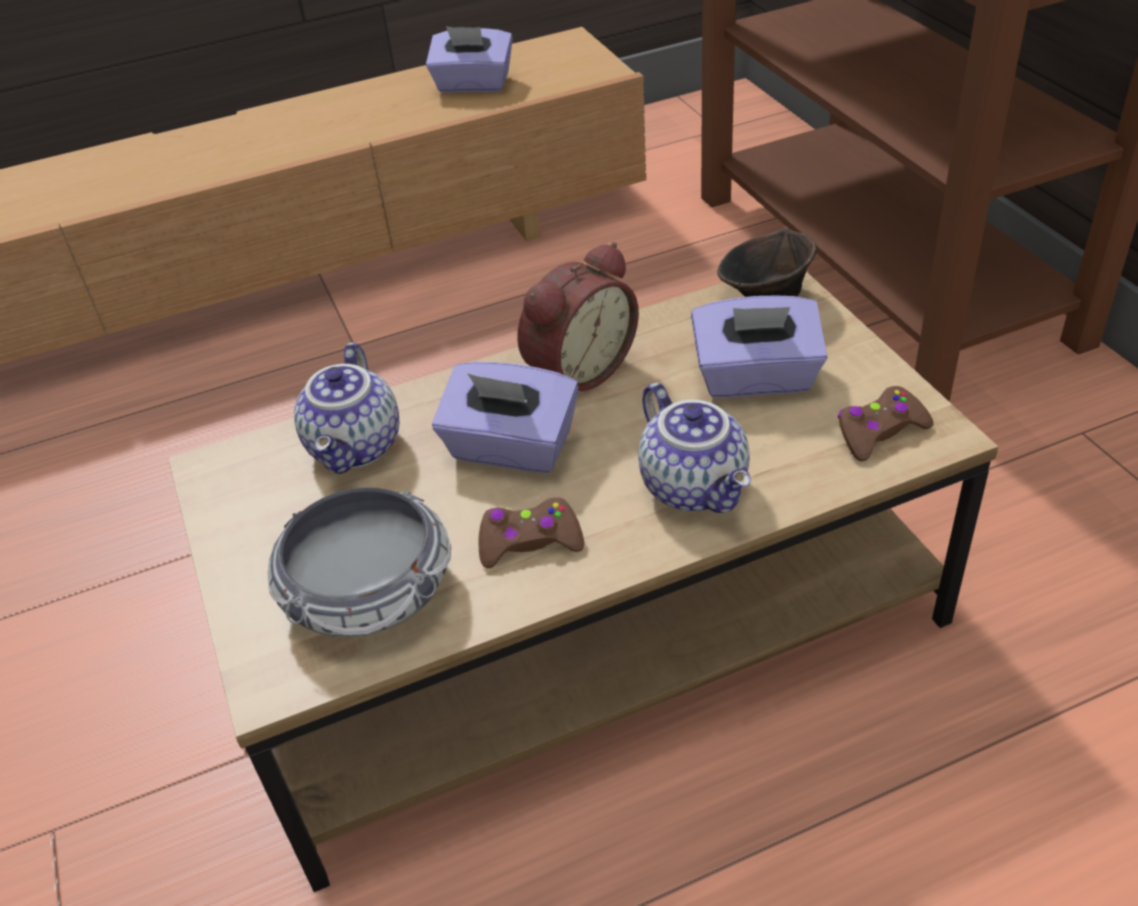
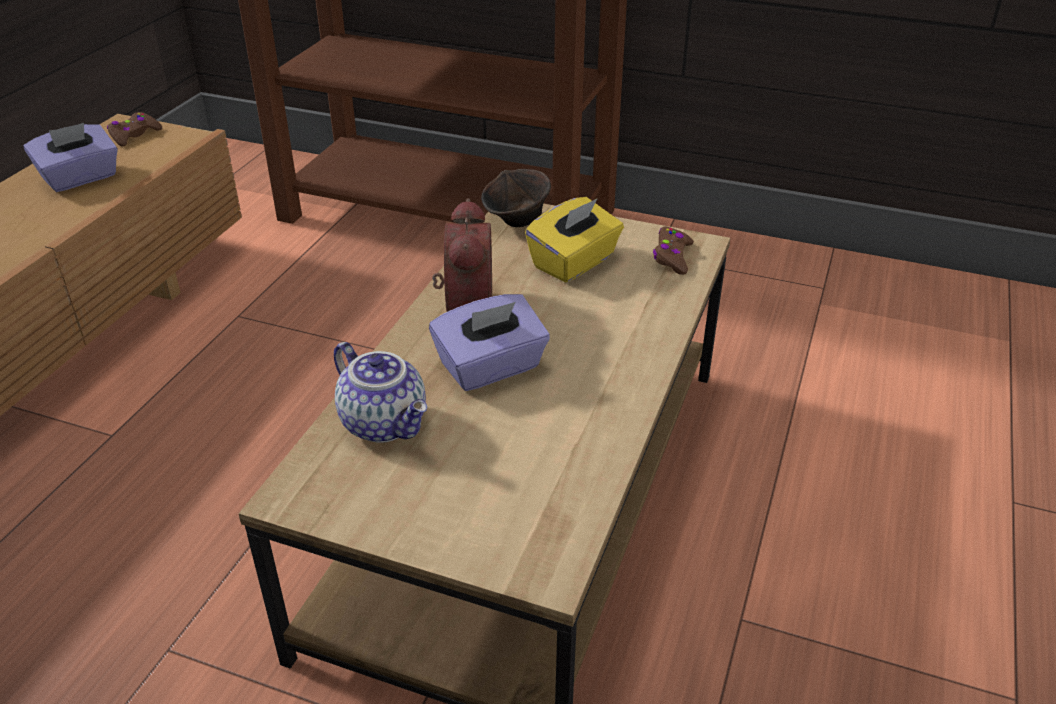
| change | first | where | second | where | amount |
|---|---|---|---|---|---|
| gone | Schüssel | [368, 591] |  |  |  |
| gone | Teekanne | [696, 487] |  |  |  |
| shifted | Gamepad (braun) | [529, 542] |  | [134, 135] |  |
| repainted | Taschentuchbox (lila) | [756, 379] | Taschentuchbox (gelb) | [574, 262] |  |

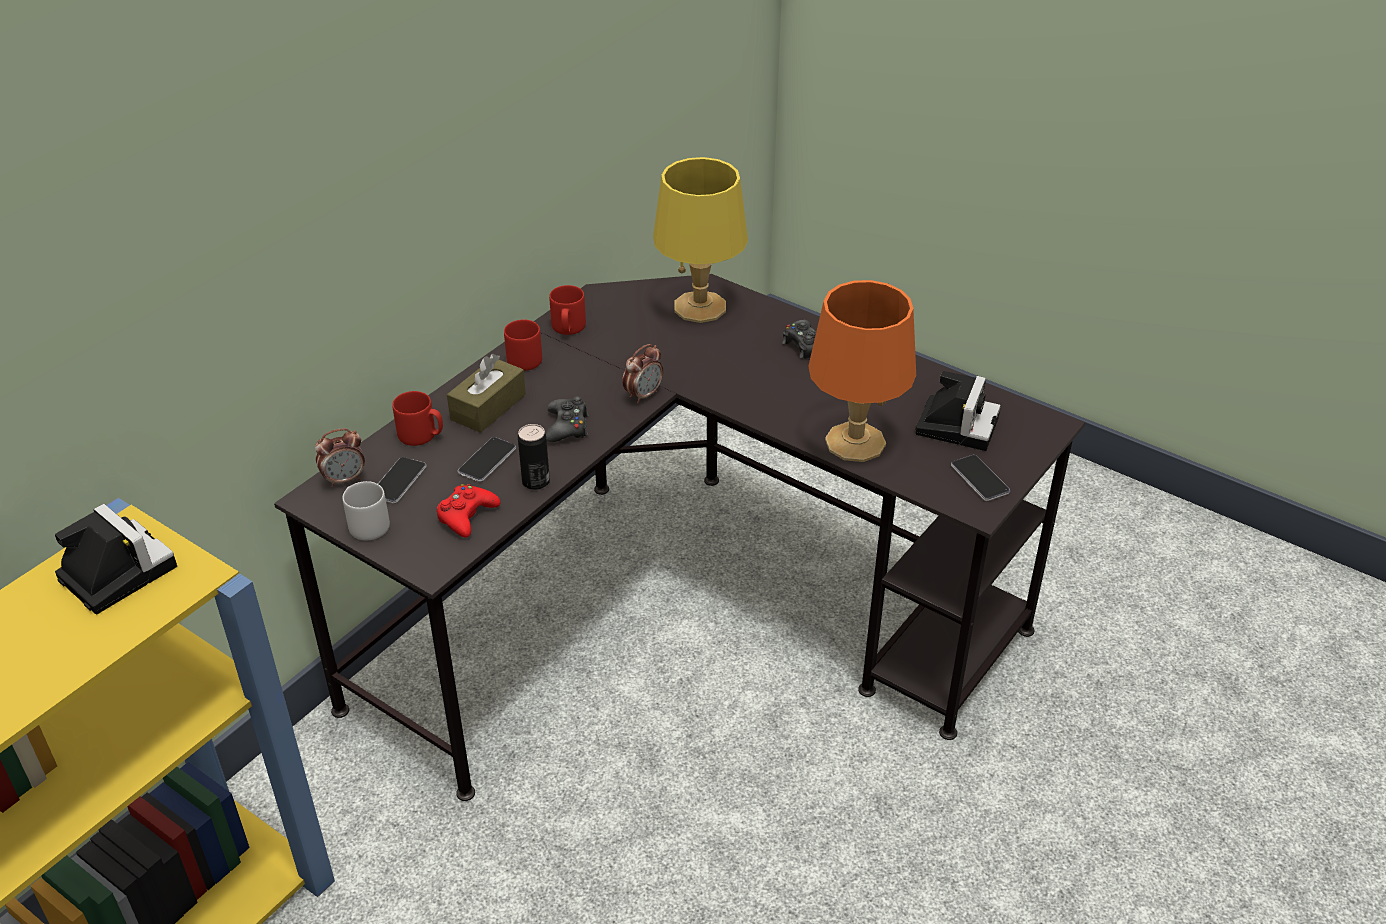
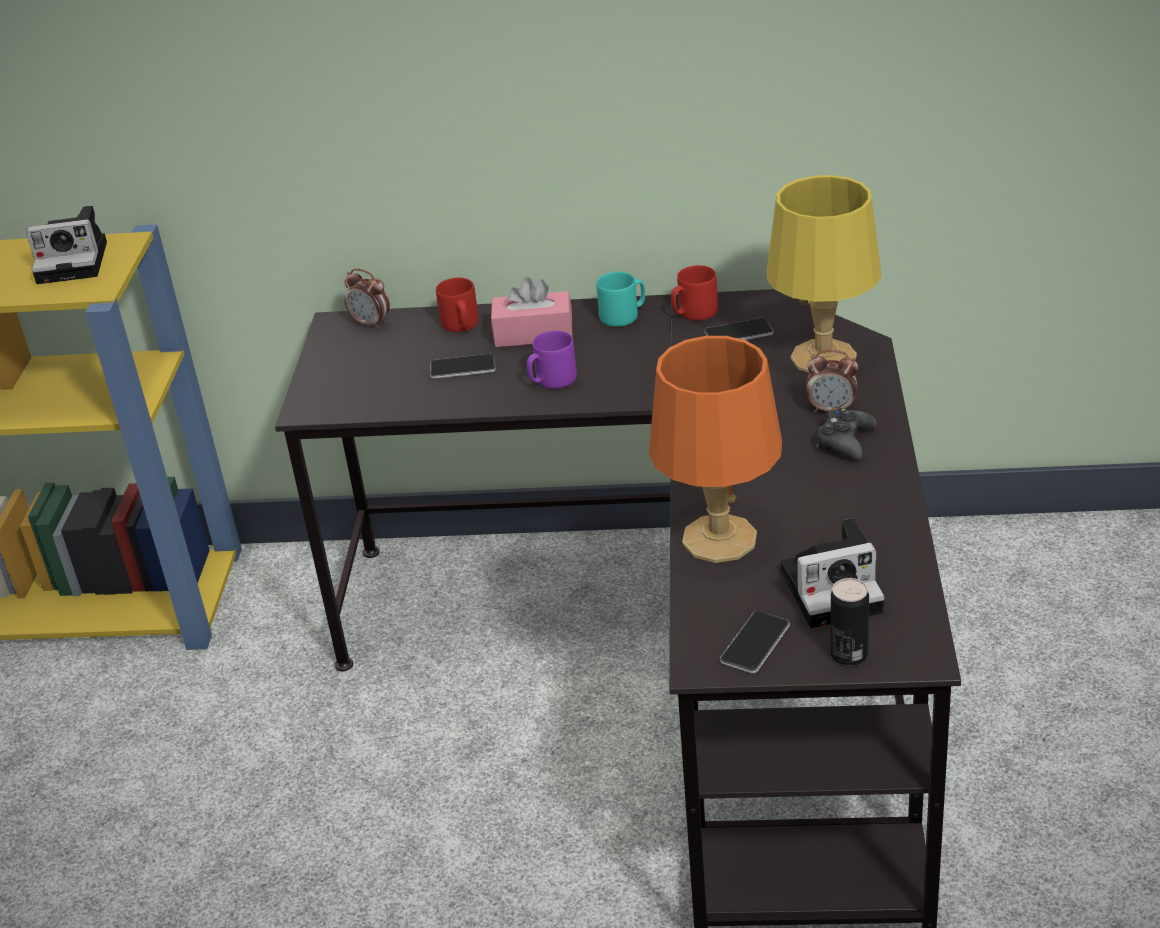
| change | first | where | second | where | amount |
|---|---|---|---|---|---|
| gone | Henkelbecher (grau) | [366, 524] |  |  |  |
| gone | Gamepad (rot) | [466, 516] |  |  |  |
| shifted | Handy | [398, 481] |  | [738, 333] |  |
| shifted | Dose | [536, 482] |  | [849, 654] |  |
| shifted | Wecker | [643, 395] |  | [831, 409] |  |
| swapped | Gamepad (schwarz) | [567, 427] | Henkelbecher (lila) | [552, 380] |  |
| repainted | Taschentuchbox (braun) | [488, 407] | Taschentuchbox (rosa) | [533, 333] |  |
| repainted | Henkelbecher (rot) | [526, 358] | Henkelbecher (türkis) | [623, 316] |  |
| rotated | Kamera | [114, 572] |  | [76, 261] | 75 degrees clockwise |

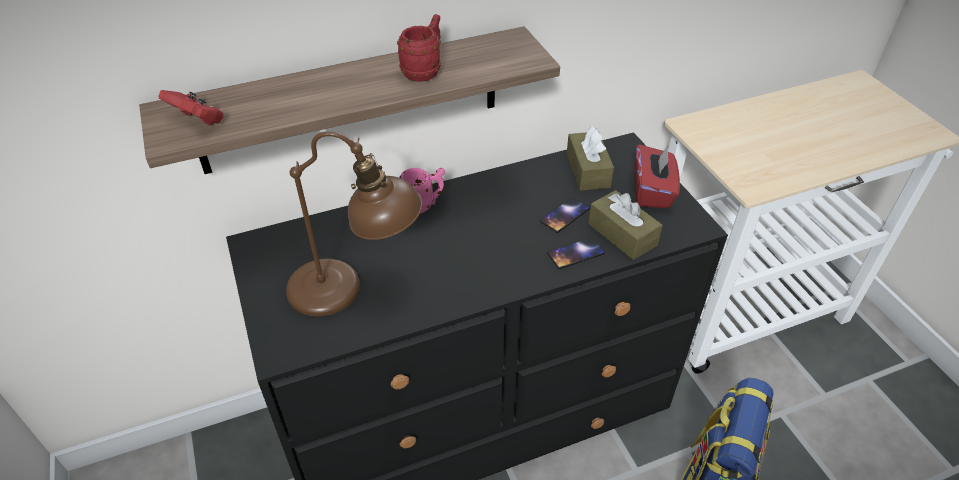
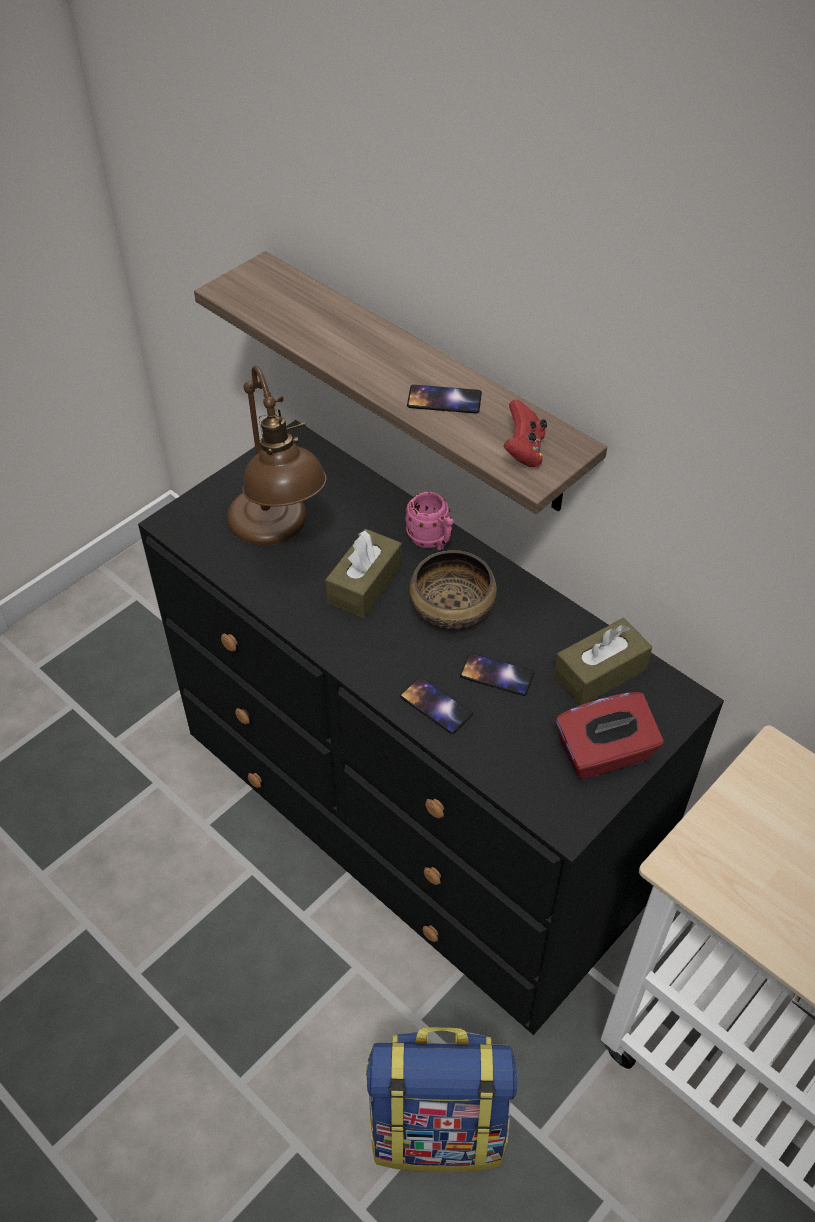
| change | first | where | second | where | amount |
|---|---|---|---|---|---|
| new |  |  | Schüssel | [453, 608] |  |
| shifted | Gamepad (rot) | [198, 121] |  | [524, 451] |  |
| shifted | Taschentuchbox (braun) | [622, 234] |  | [364, 584] |  |
| swapped | Henkelbecher (rot) | [425, 71] | Handy | [444, 400] |  |

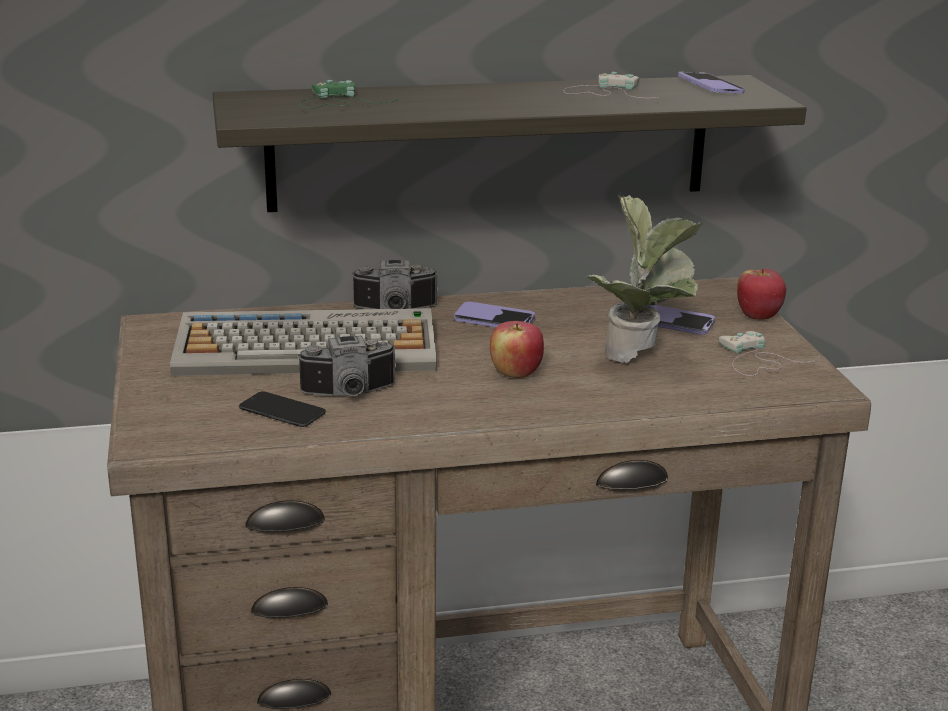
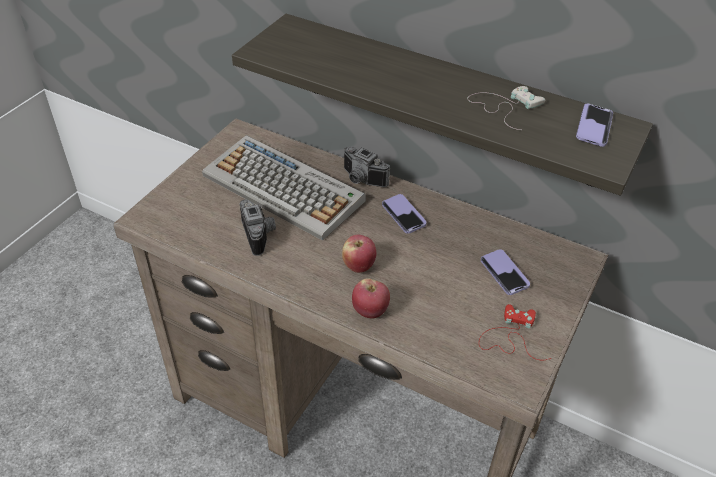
| change | first | where | second | where | amount |
|---|---|---|---|---|---|
| gone | Handy | [282, 411] |  |  |  |
| gone | Gamepad (grün) | [335, 103] |  |  |  |
| gone | Topfpflanze | [641, 359] |  |  |  |
| shifted | Apfel | [758, 316] |  | [370, 311] |  |
| repainted | Gamepad (weiß) | [756, 360] | Gamepad (rot) | [510, 336] |  |
| rotated | Kamera | [350, 394] |  | [261, 235] | 135 degrees counterclockwise |

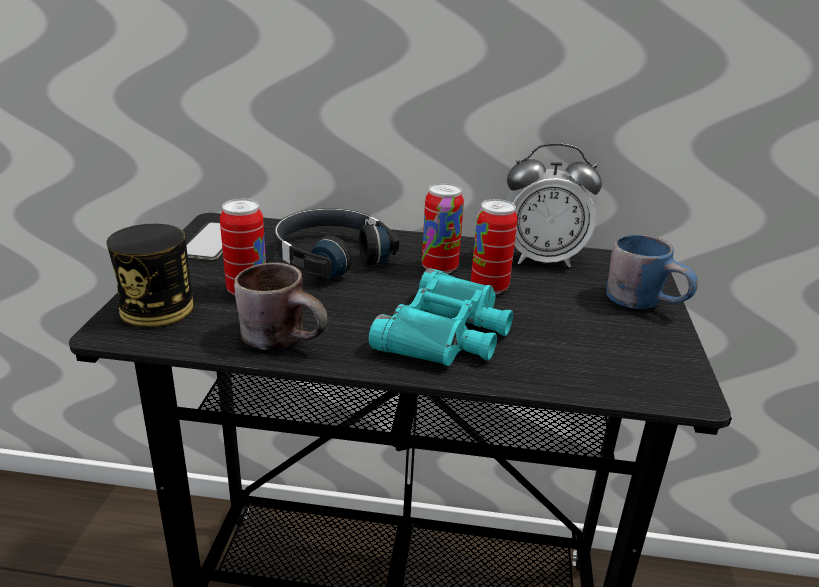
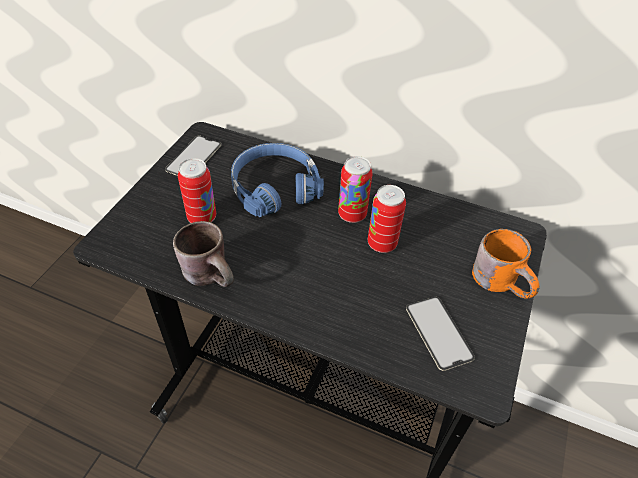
| change | first | where | second | where | amount |
|---|---|---|---|---|---|
| gone | Dose | [157, 309] |  |  |  |
| gone | Fernglas (türkis) | [446, 332] |  |  |  |
| gone | Wecker | [542, 259] |  |  |  |
| new |  |  | Handy | [438, 332] |  |
| repainted | Kopfhörer (schwarz) | [330, 255] | Kopfhörer (blau) | [274, 187] |  |
| repainted | Henkelbecher (blau) | [645, 301] | Henkelbecher (orange) | [502, 281] |  |

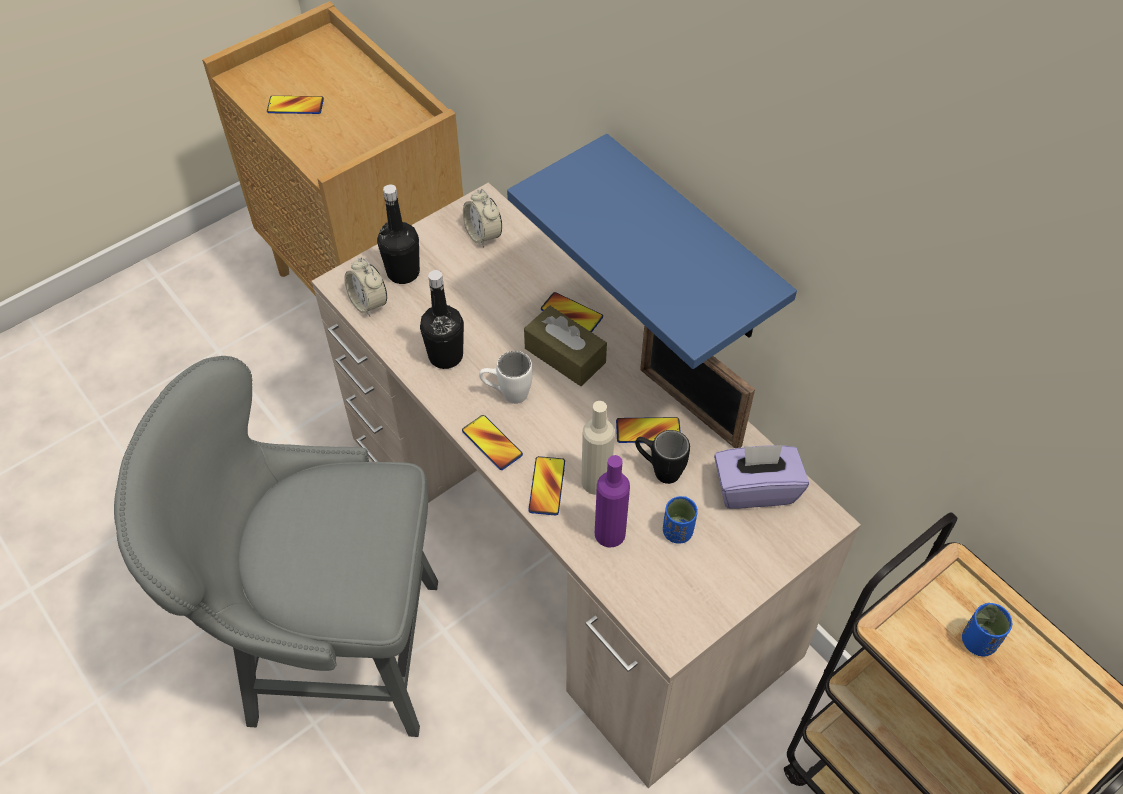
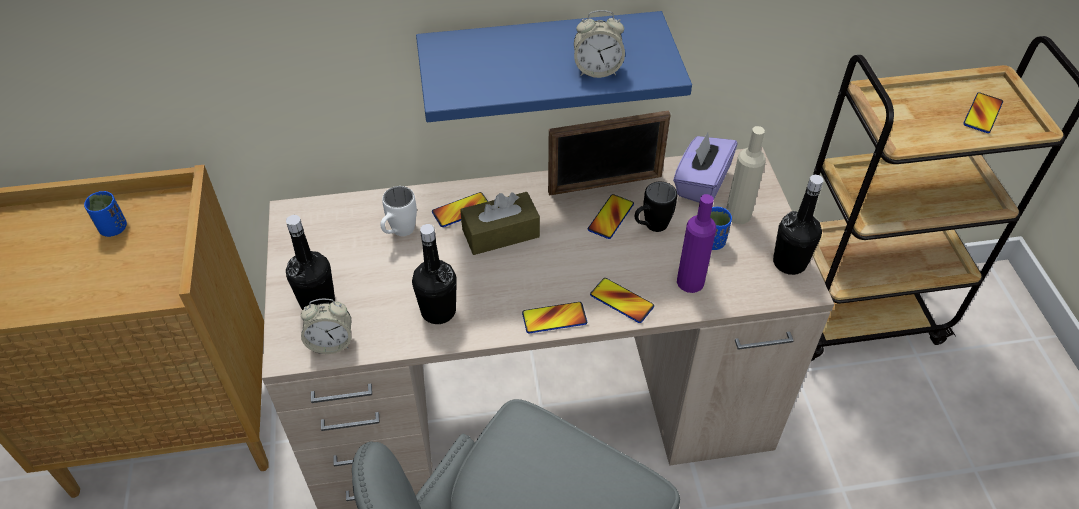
| change | first | where | second | where | amount |
|---|---|---|---|---|---|
| new |  |  | Flasche (schwarz) | [789, 263] |  |
| shifted | Handy | [295, 106] |  | [982, 114] |  |
| shifted | Wecker | [483, 235] |  | [597, 70] |  |
| shifted | Henkelbecher (weiß) | [507, 394] |  | [399, 233] |  |
| shifted | Flasche (beige) | [596, 481] |  | [738, 214] |  |
| shifted | Tasse (blau) | [978, 641] |  | [113, 228] |  |

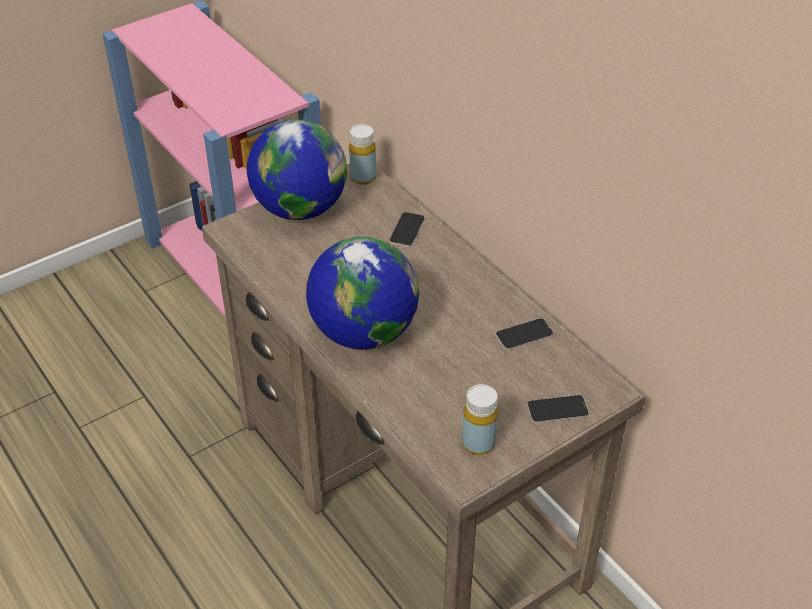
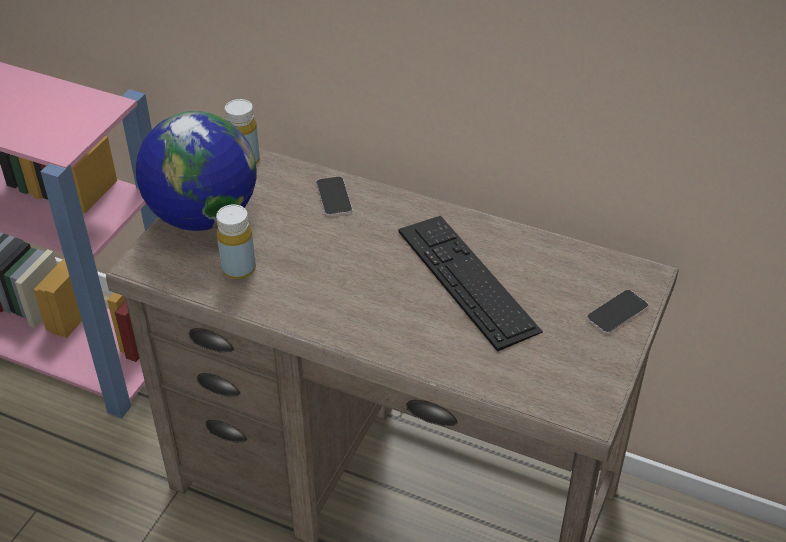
| change | first | where | second | where | amount |
|---|---|---|---|---|---|
| gone | Globus | [363, 332] |  |  |  |
| gone | Handy | [524, 335] |  |  |  |
| new |  |  | Tastatur | [467, 280] |  |
| shifted | Flasche (gelb) | [478, 443] |  | [239, 269] |  |

